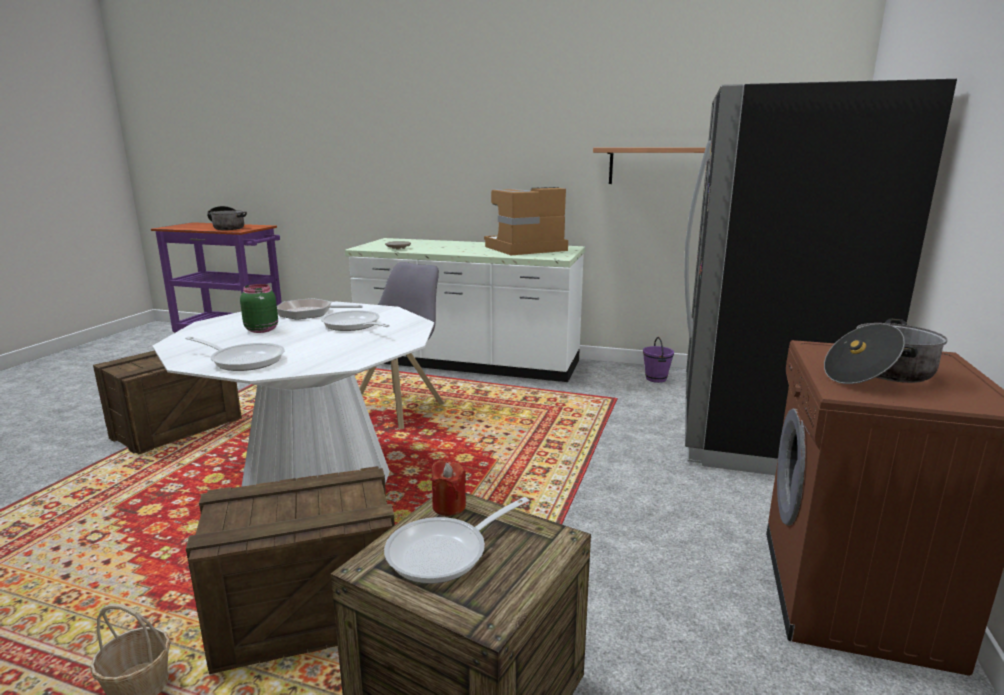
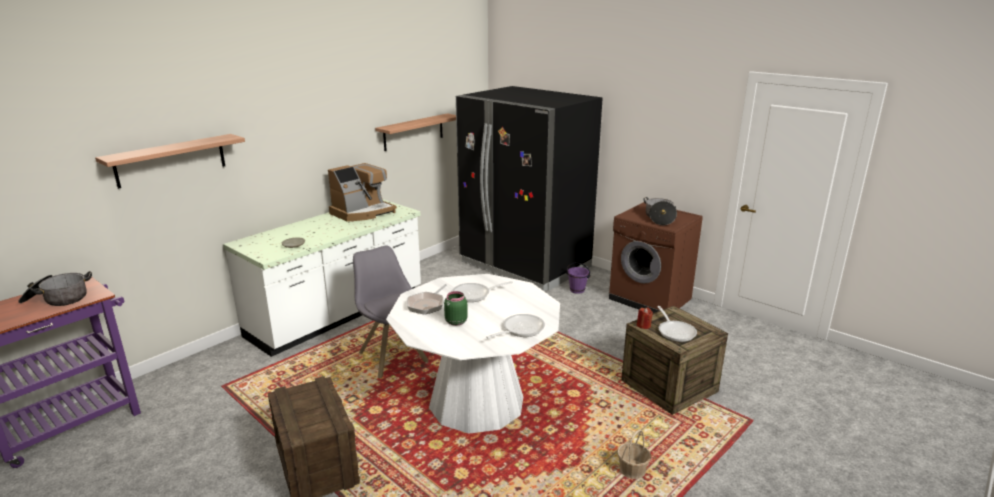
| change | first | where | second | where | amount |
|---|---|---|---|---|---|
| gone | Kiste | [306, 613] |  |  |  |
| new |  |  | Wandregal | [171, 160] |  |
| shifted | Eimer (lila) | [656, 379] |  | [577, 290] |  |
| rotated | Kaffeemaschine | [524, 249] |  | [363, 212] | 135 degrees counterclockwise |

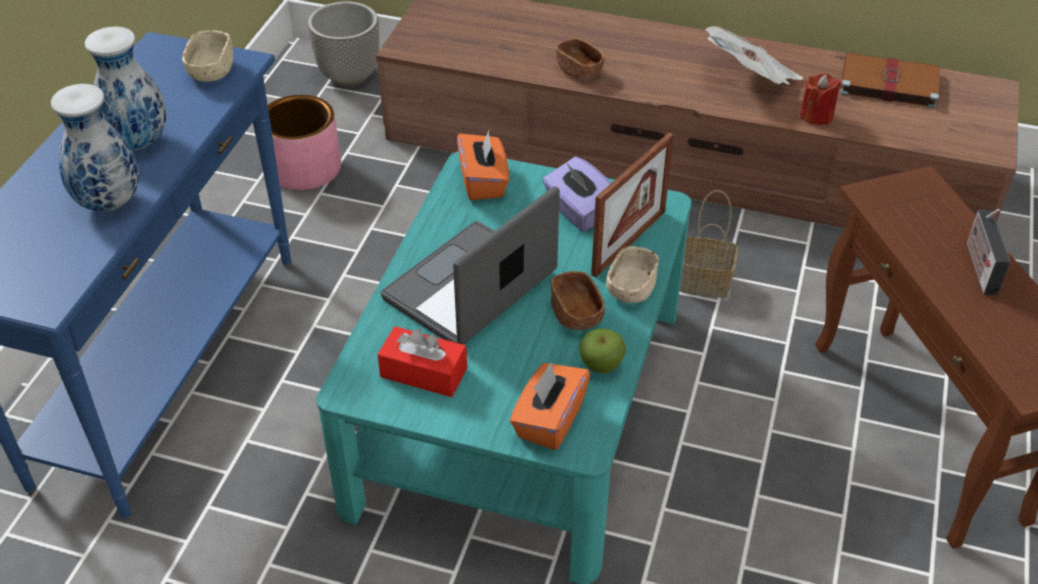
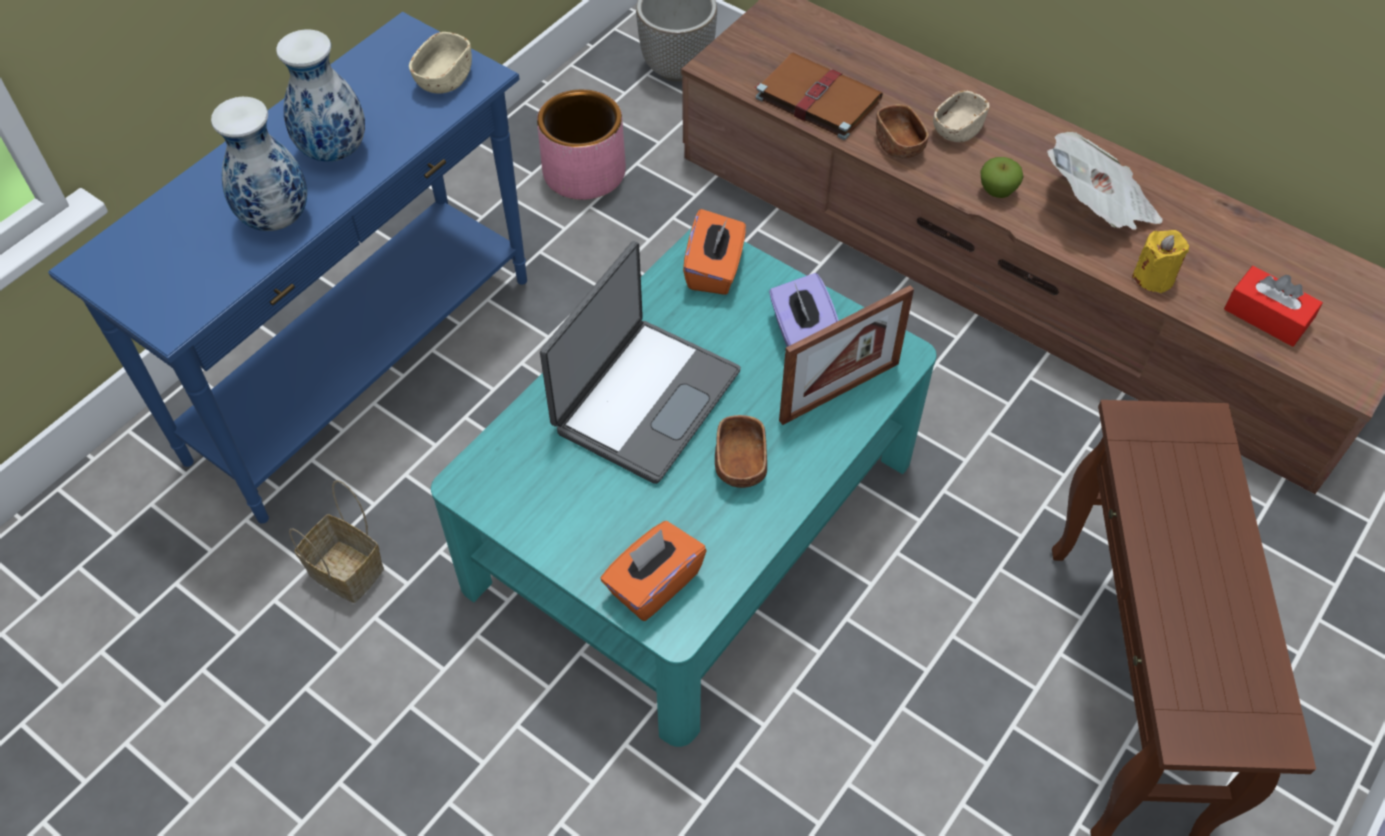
| change | first | where | second | where | amount |
|---|---|---|---|---|---|
| gone | Radio | [979, 265] |  |  |  |
| shifted | Taschentuchbox (rot) | [423, 372] |  | [1266, 316] |  |
| shifted | Apfel | [601, 366] |  | [997, 191] |  |
| shifted | Schüssel (beige) | [631, 289] |  | [957, 130] |  |
| shifted | Korb | [706, 281] |  | [349, 571] |  |
| shifted | Buch (braun) | [887, 83] |  | [816, 98] |  |
| repainted | Kerze (rot) | [816, 116] | Kerze (gelb) | [1153, 277] |  |
| rotated | Laptop | [472, 288] |  | [644, 399] | 150 degrees clockwise |

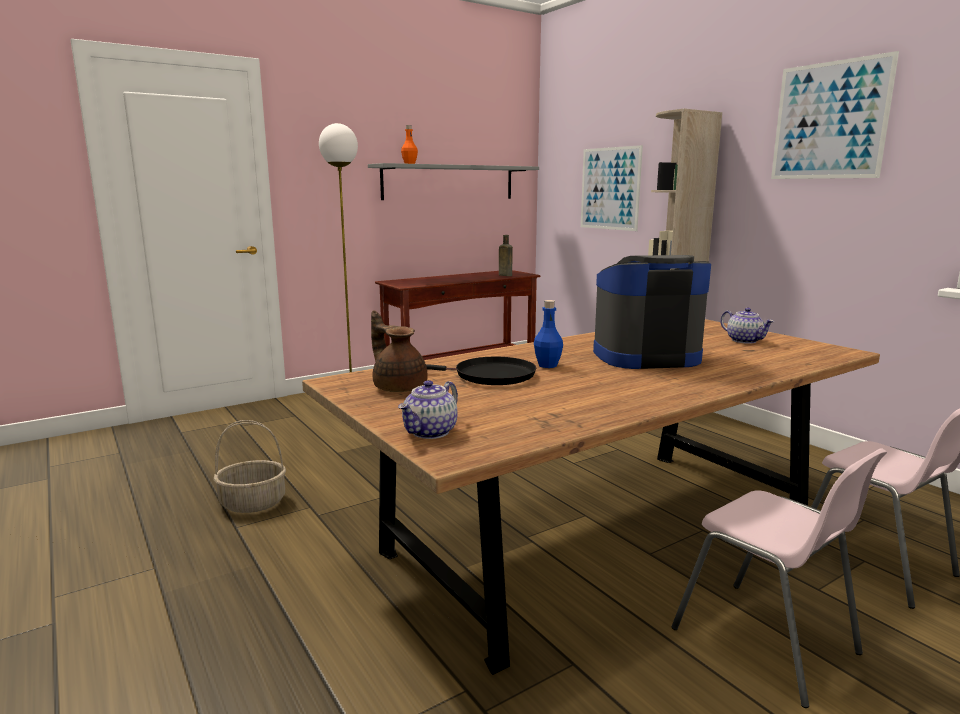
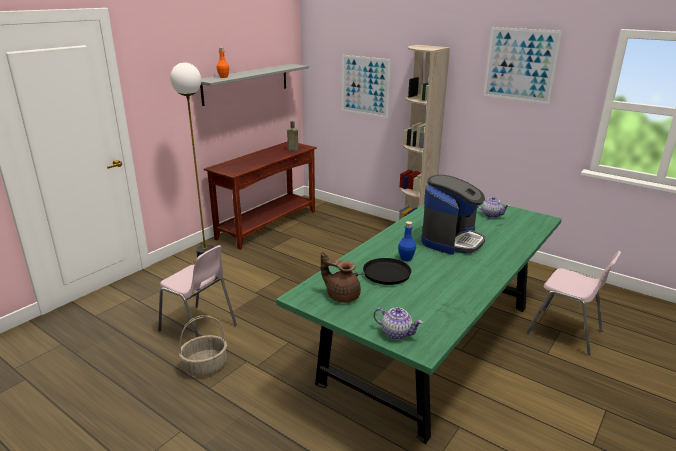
| change | first | where | second | where | amount |
|---|---|---|---|---|---|
| shifted | Stuhl (rosa) | [766, 642] |  | [199, 328] |  |
| repainted | Esstisch (braun) | [602, 534] | Esstisch (grün) | [430, 342] |  |
| rotated | Teekanne | [430, 432] |  | [397, 333] | 75 degrees counterclockwise |
| rotated | Kaffeemaschine | [645, 357] |  | [451, 240] | 150 degrees clockwise |

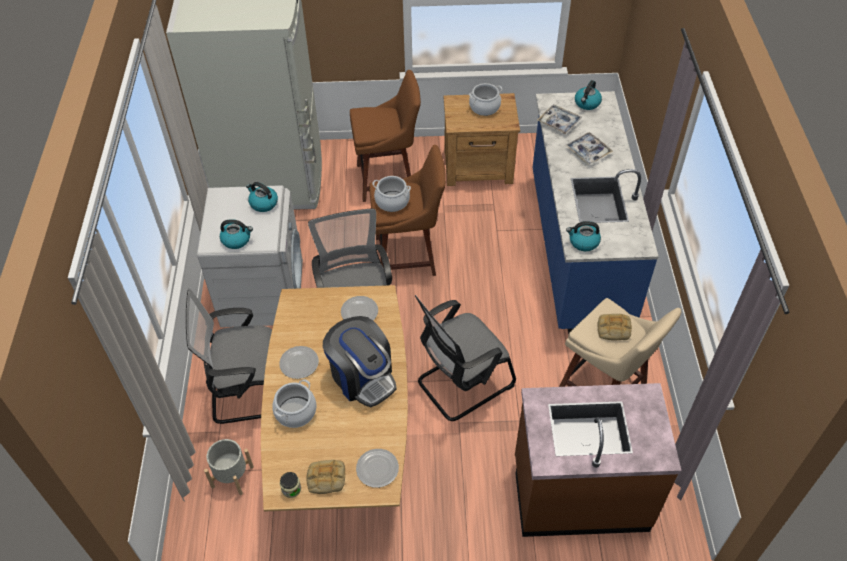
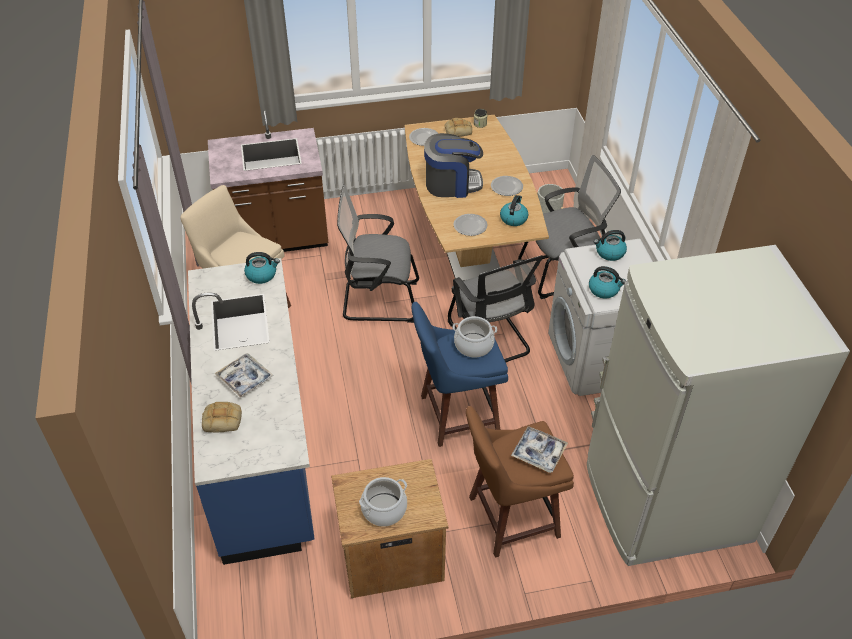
| change | first | where | second | where | amount |
|---|---|---|---|---|---|
| gone | Kochtopf | [295, 412] |  |  |  |
| shifted | Tablett | [559, 122] |  | [538, 452] |  |
| shifted | Wasserkessel | [587, 103] |  | [513, 218] |  |
| shifted | Brot | [613, 329] |  | [223, 419] |  |
| repainted | Hocker (braun) | [409, 256] | Hocker (blau) | [455, 414] |  |
| rotated | Kaffeemaschine | [362, 377] |  | [452, 184] | 135 degrees clockwise |
| rotated | Stuhl | [462, 383] |  | [378, 300] | 135 degrees counterclockwise |

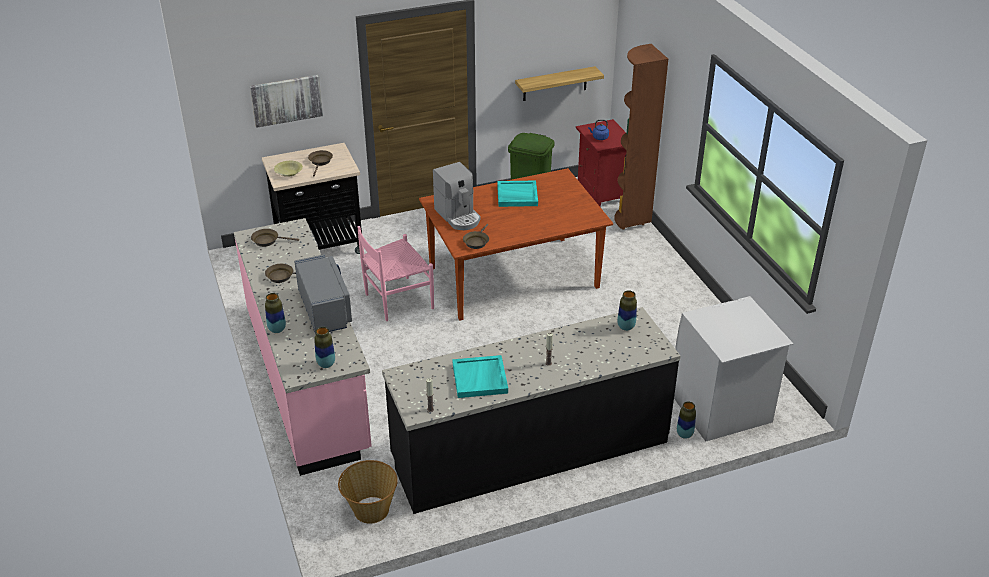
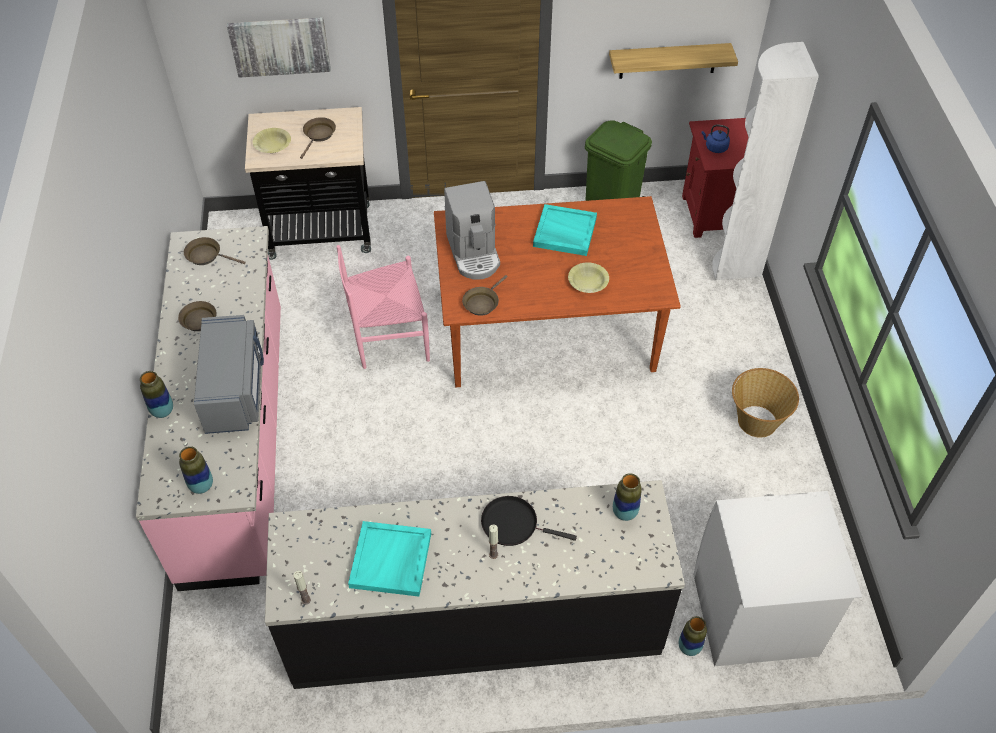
| change | first | where | second | where | amount |
|---|---|---|---|---|---|
| new |  |  | Pfanne (schwarz) | [513, 524] |  |
| new |  |  | Schüssel (gelb) | [588, 282] |  |
| shifted | Korb | [370, 509] |  | [756, 421] |  |
| repainted | Bücherregal (braun) | [629, 221] | Bücherregal (weiß) | [734, 267] |  |

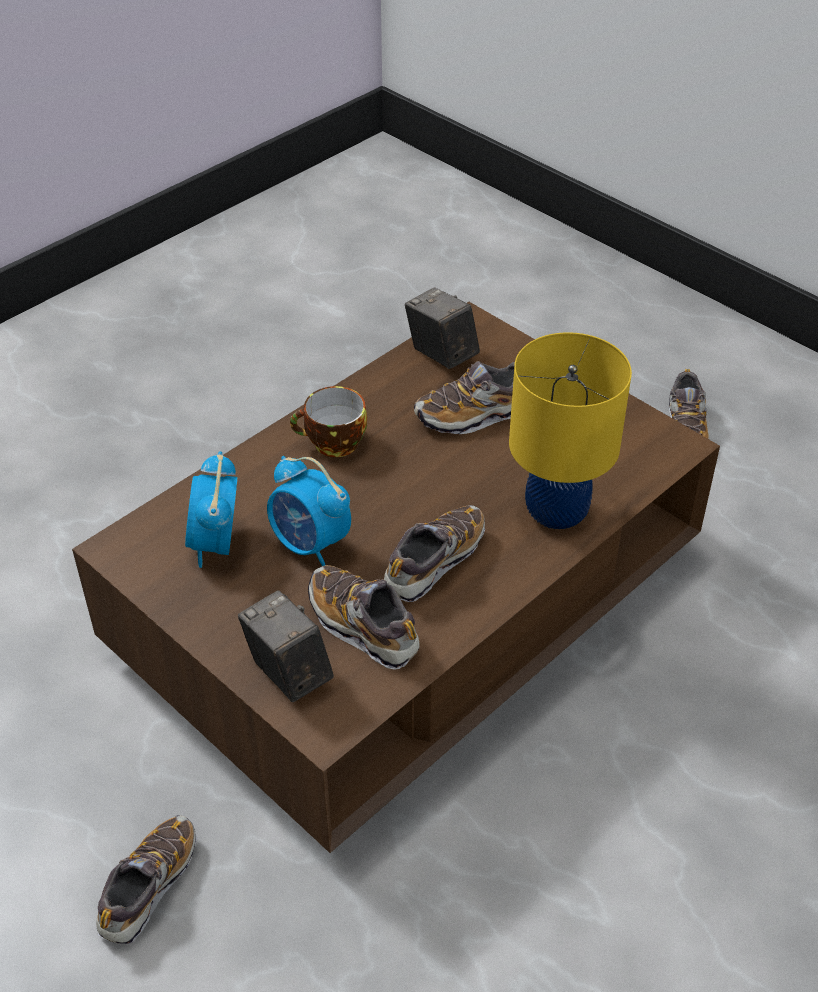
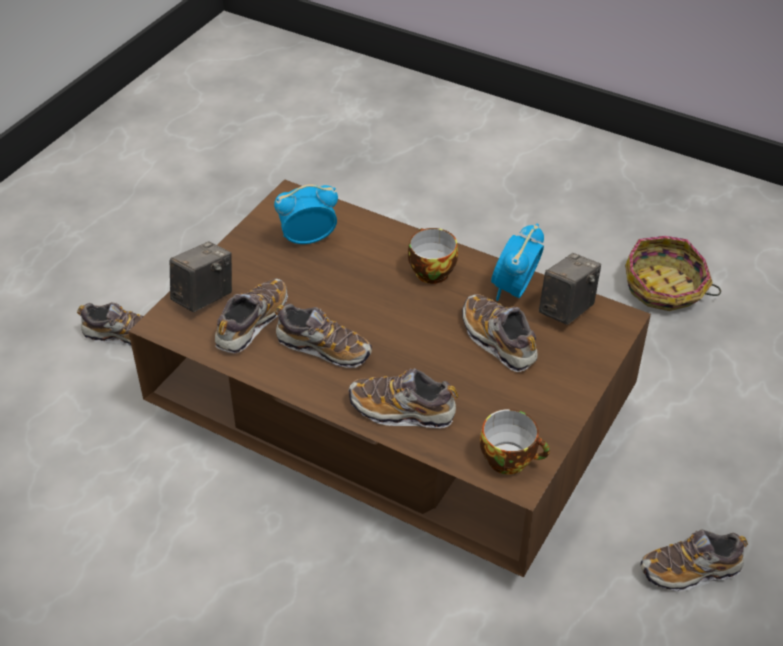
| change | first | where | second | where | amount |
|---|---|---|---|---|---|
| new |  |  | Tasse | [510, 458] |  |
| new |  |  | Korb | [665, 288] |  |
| shifted | Wecker | [310, 544] |  | [514, 289] |  |
| swapped | Tischlampe (gelb) | [559, 513] | Schuh | [402, 411] |  |

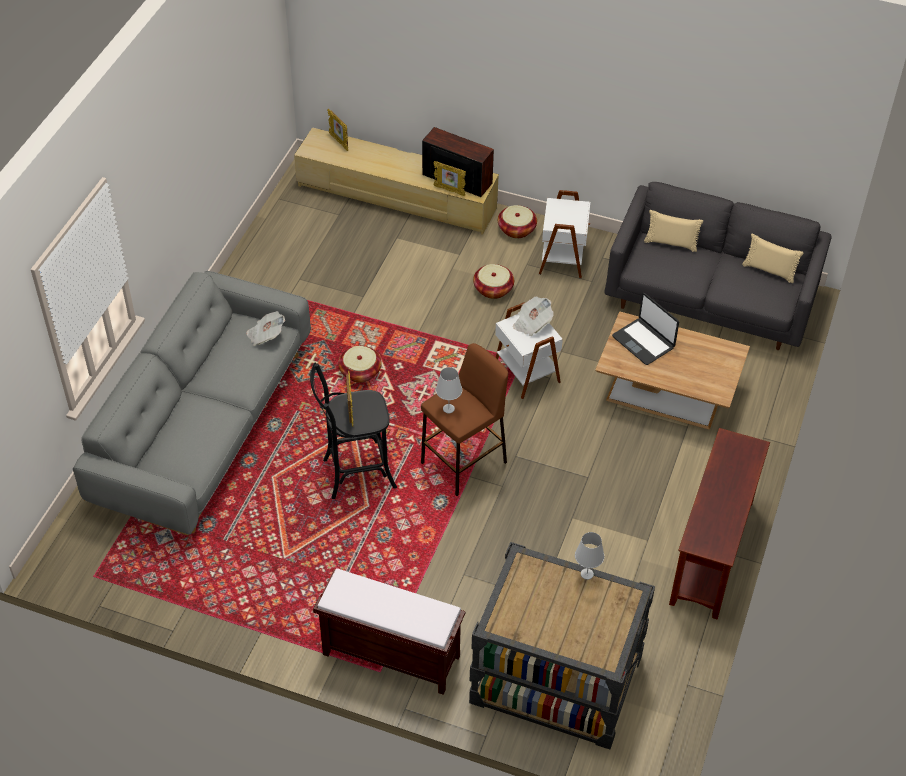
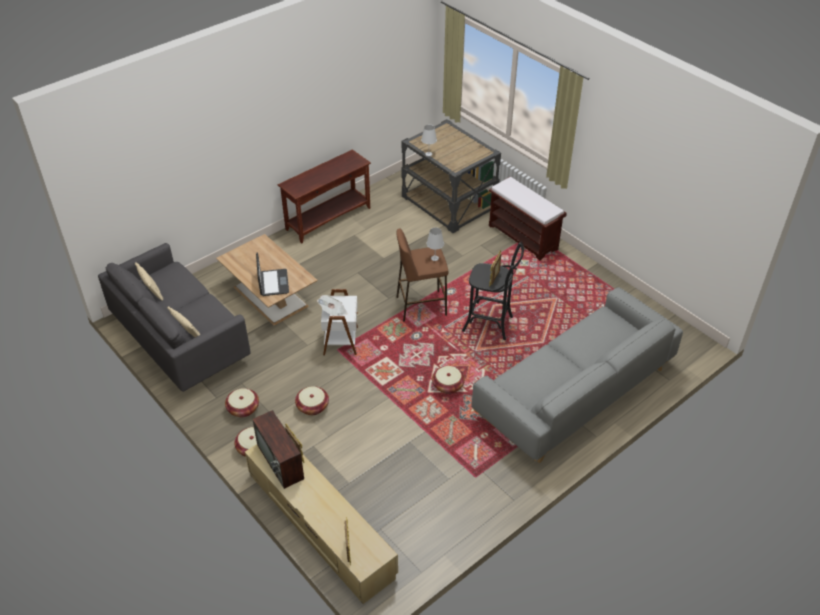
| change | first | where | second | where | amount |
|---|---|---|---|---|---|
| gone | Zeitung | [266, 335] |  |  |  |
| swapped | Beistelltisch (weiß) | [563, 258] | Korb | [243, 408] |  |

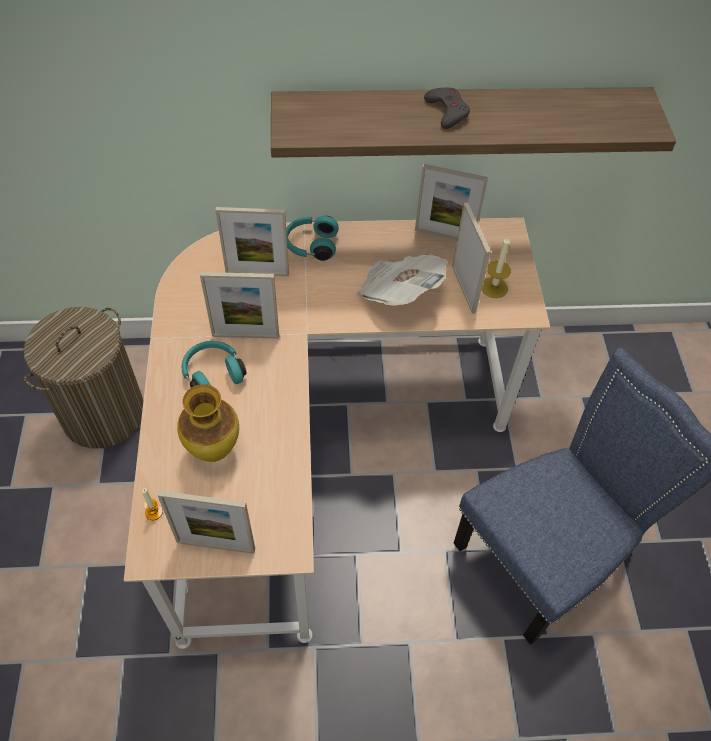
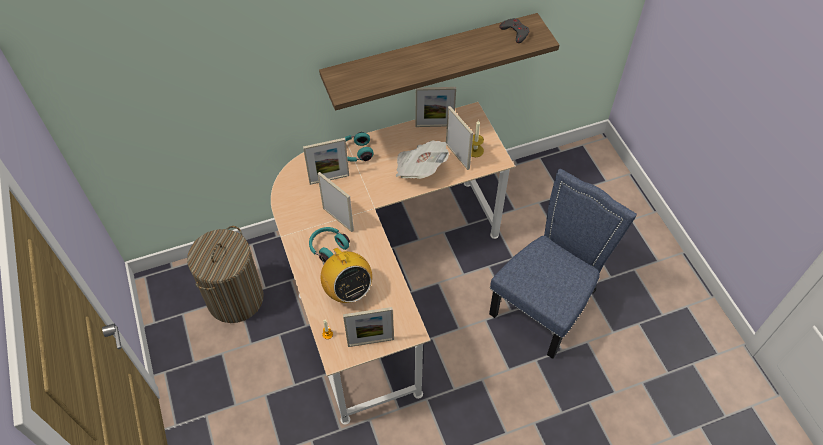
| change | first | where | second | where | amount |
|---|---|---|---|---|---|
| shifted | Gamepad (grau) | [447, 111] |  | [515, 32] |  |
| swapped | Vase | [215, 449] | Radio | [348, 290] |  |
| rotated | Bilderrahmen | [245, 335] |  | [338, 219] | 120 degrees counterclockwise |

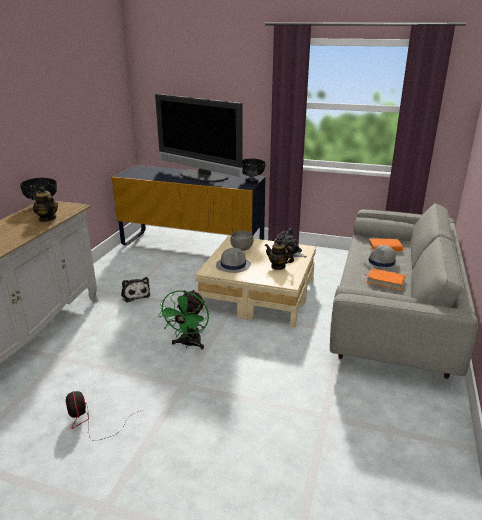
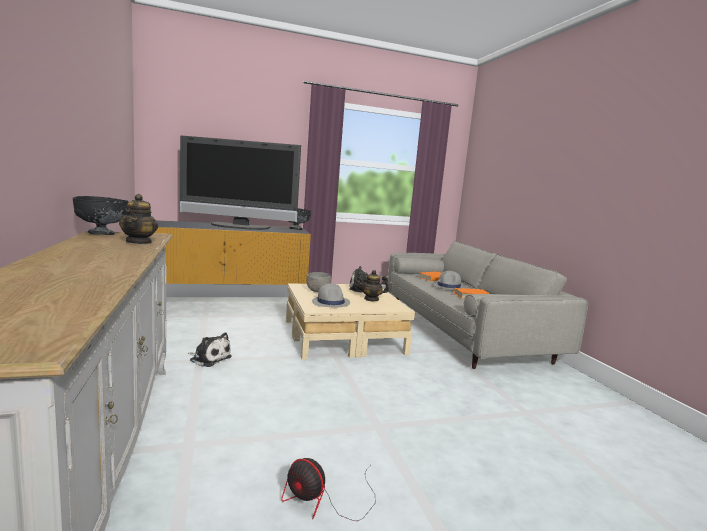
| change | first | where | second | where | amount |
|---|---|---|---|---|---|
| gone | Ventilator (grün) | [188, 344] |  |  |  |
| rotated | Teekanne | [47, 218] |  | [139, 242] | 105 degrees counterclockwise |

